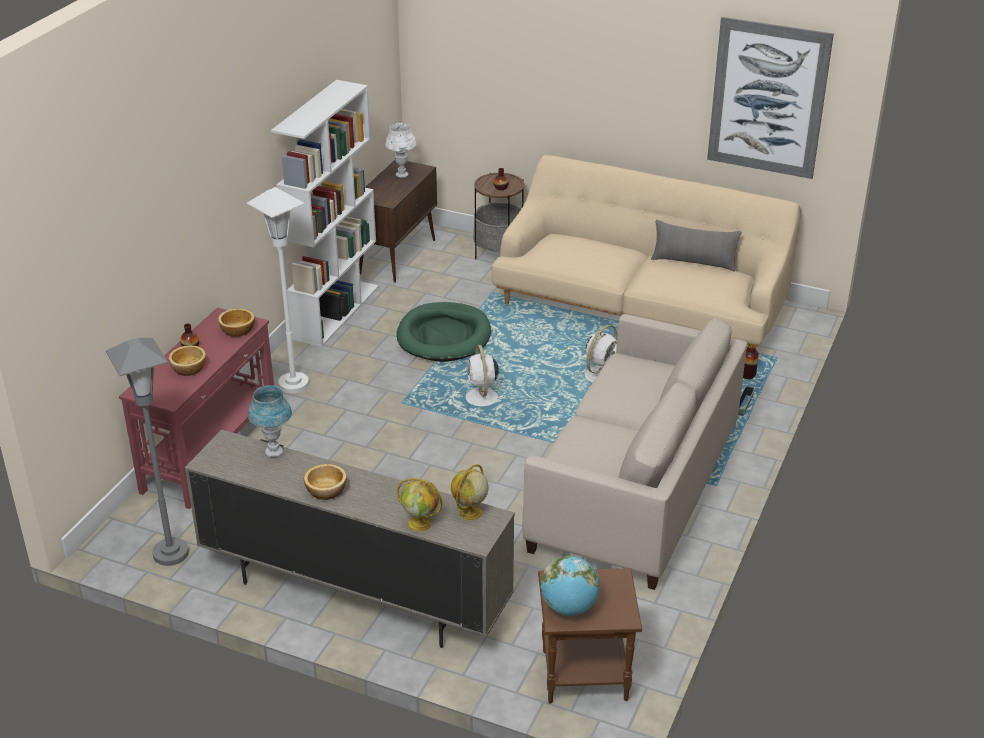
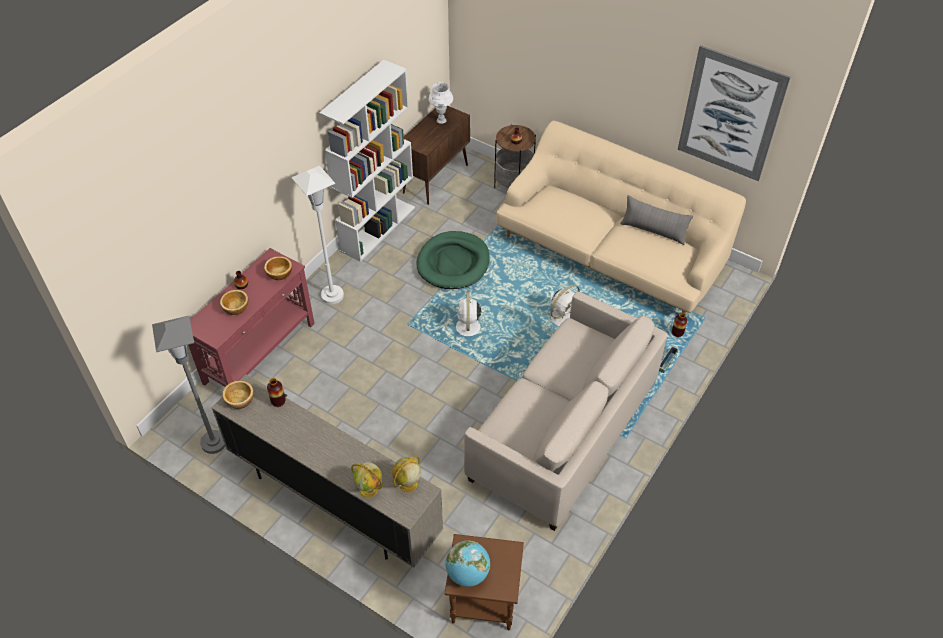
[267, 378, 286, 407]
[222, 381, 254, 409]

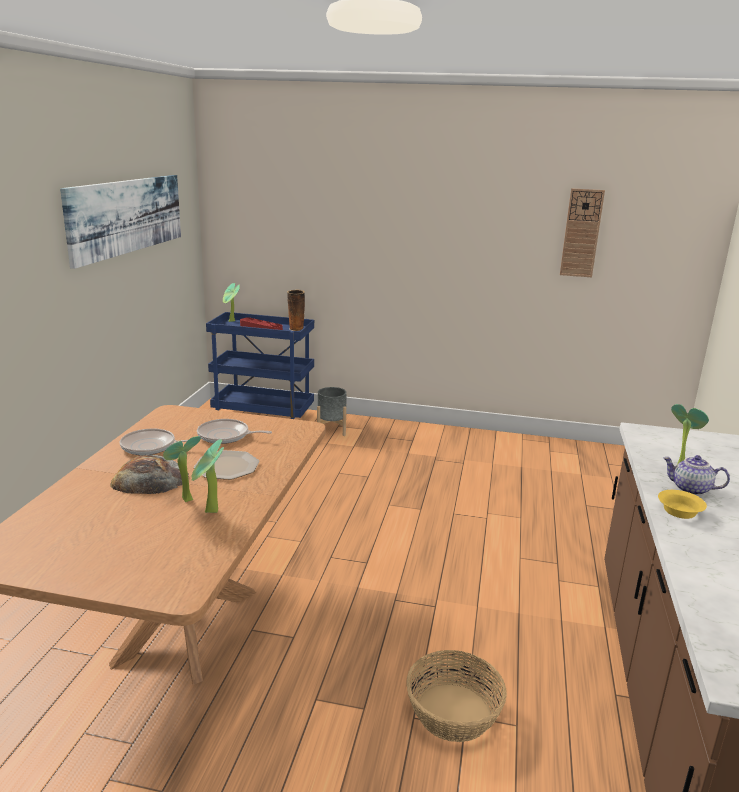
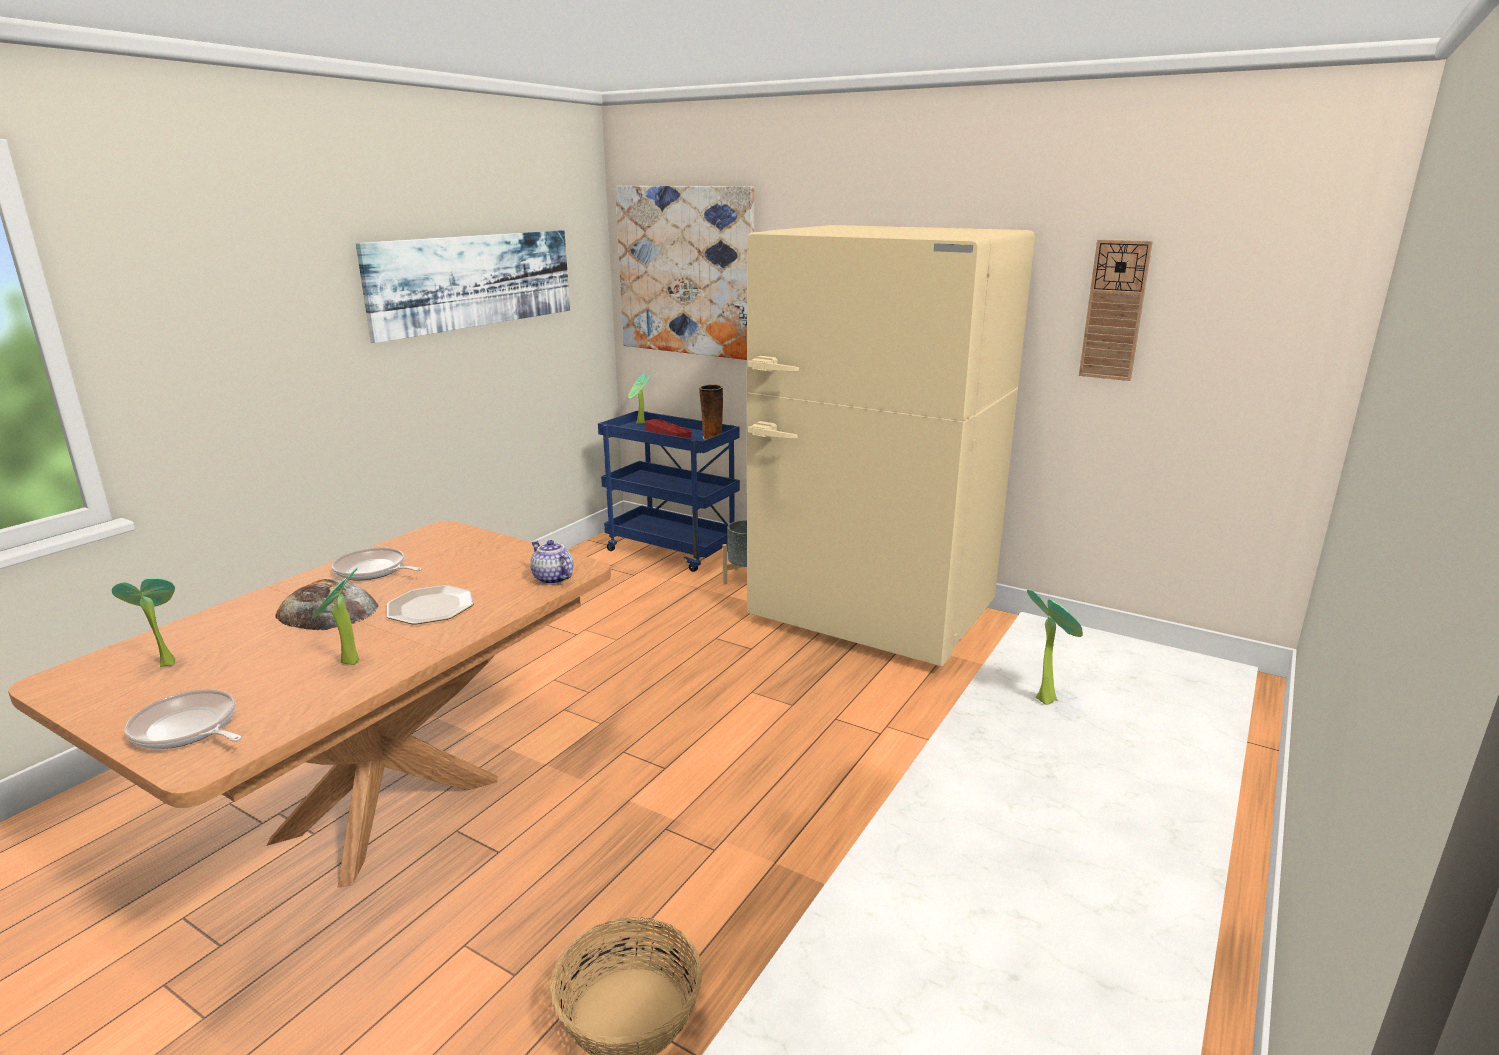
[112, 578, 175, 667]
[125, 689, 242, 749]
[658, 490, 707, 519] (first image)
[530, 540, 573, 585]
[615, 186, 754, 360]
[747, 225, 1035, 667]

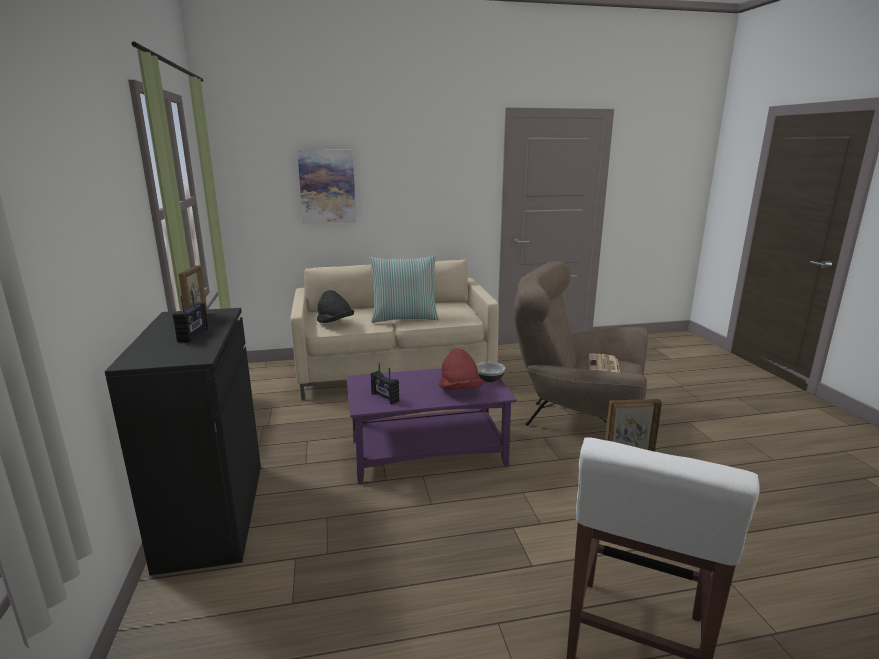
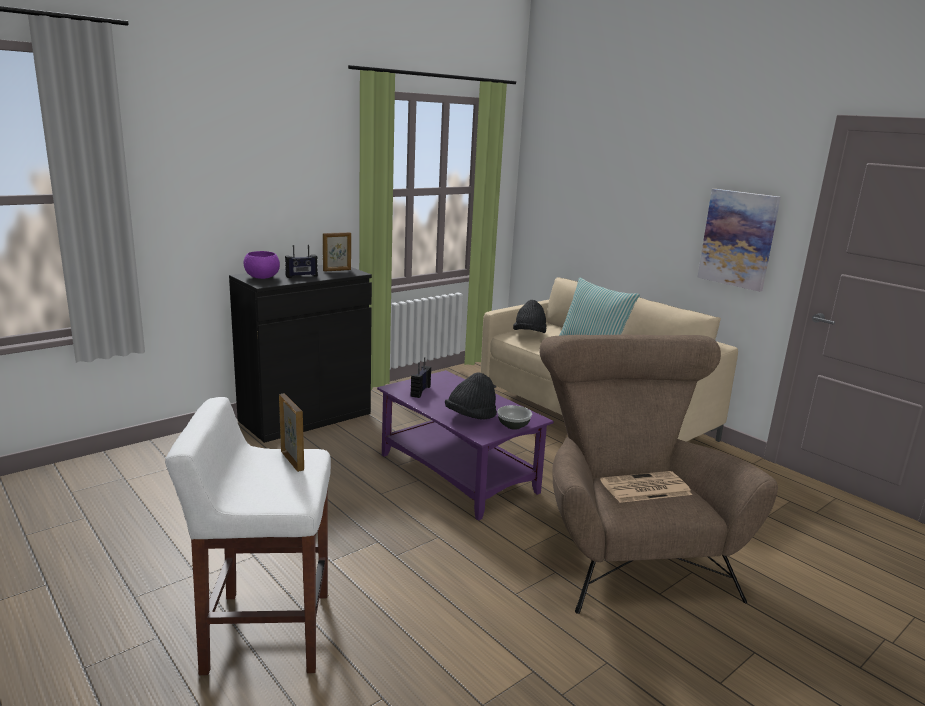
[697, 189, 781, 292]
[445, 372, 497, 419]
[243, 251, 280, 279]

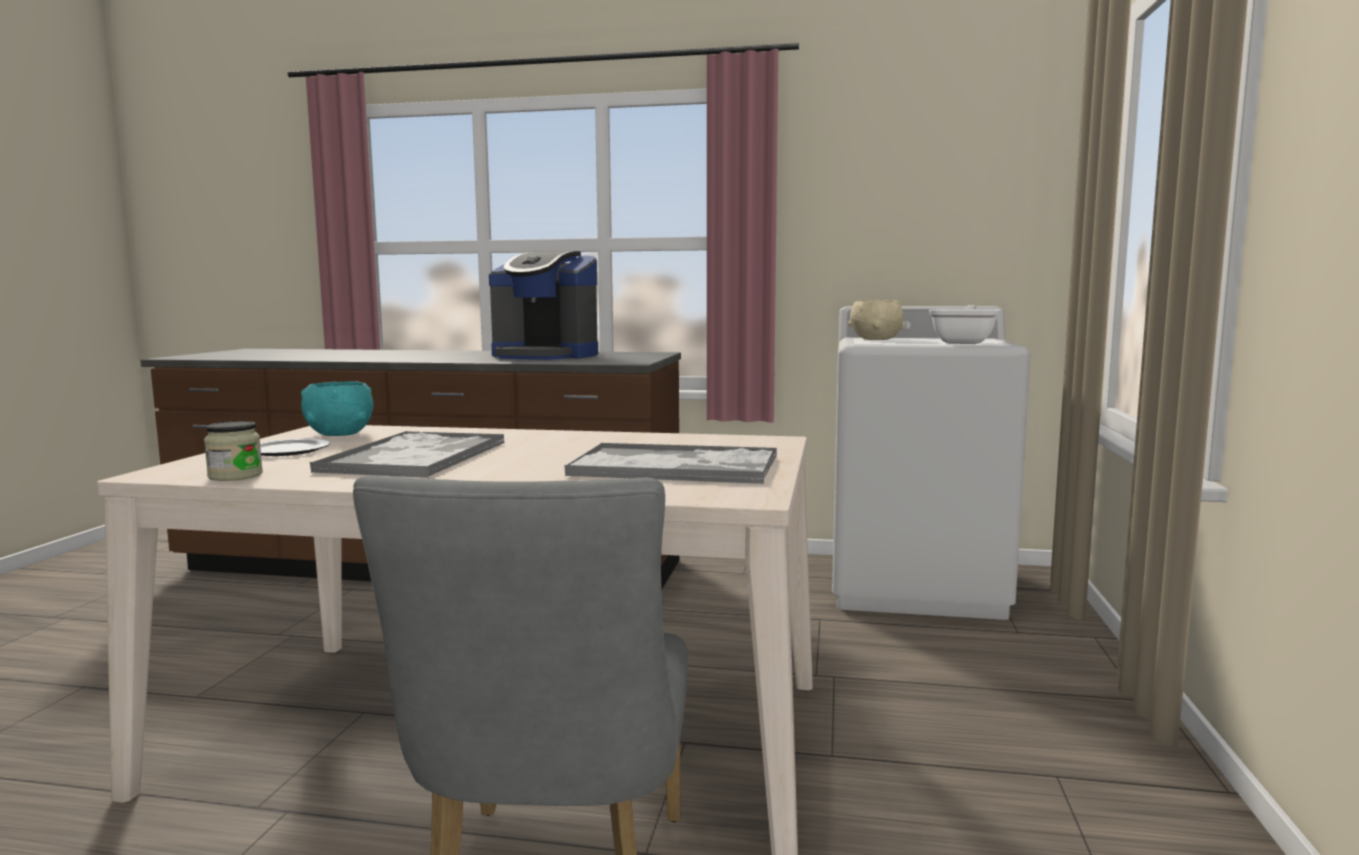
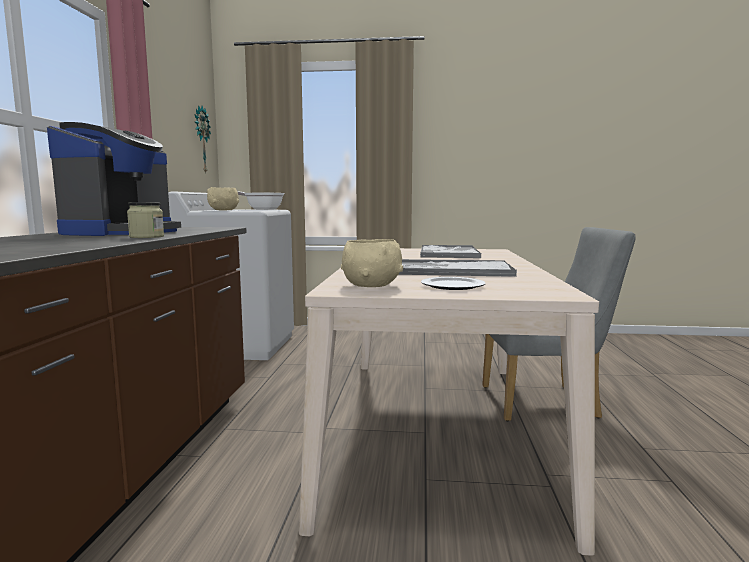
[127, 202, 164, 238]
[341, 239, 403, 287]
[195, 105, 211, 174]

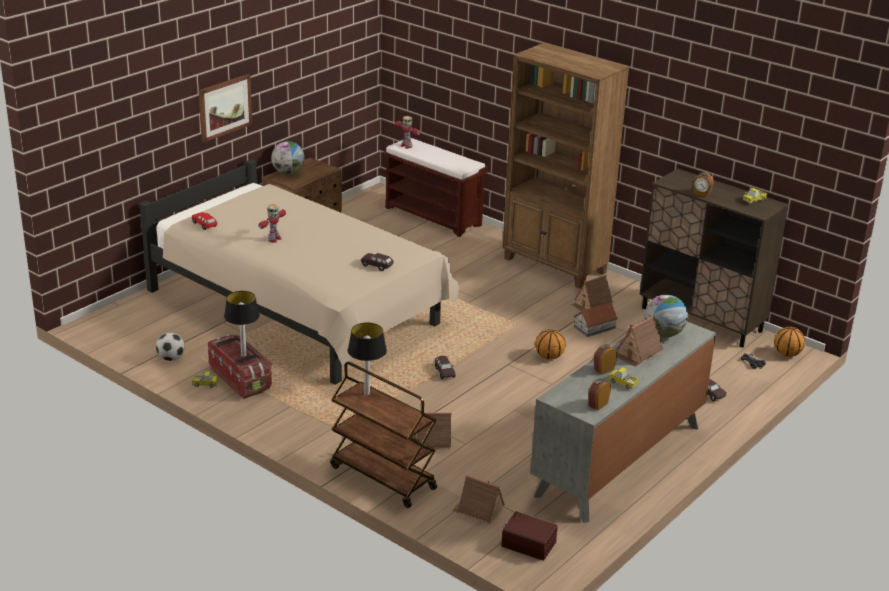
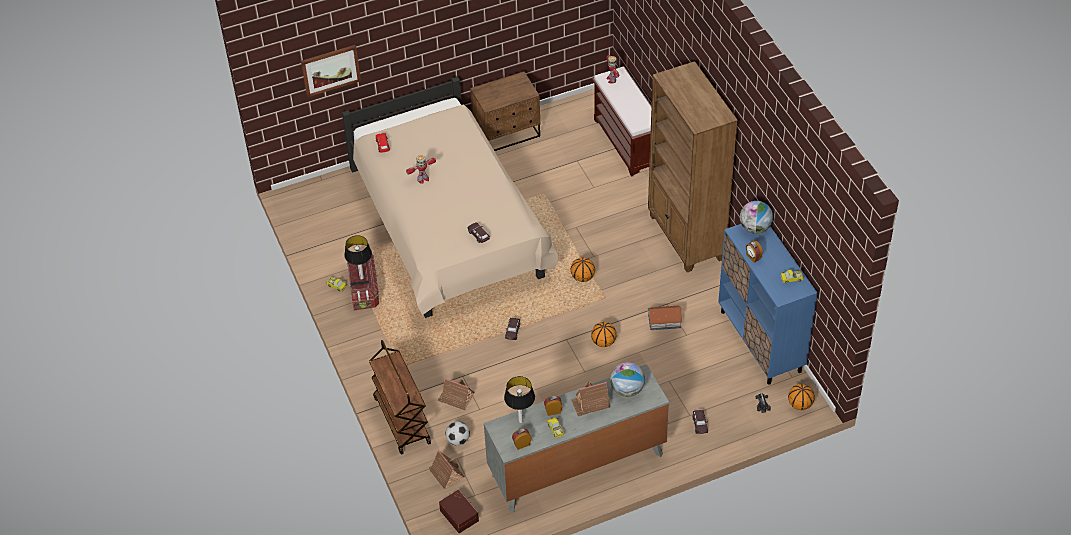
[446, 421, 470, 446]
[301, 45, 361, 97]
[740, 201, 773, 234]
[504, 376, 535, 423]
[571, 275, 613, 311] (first image)
[718, 224, 818, 384]
[571, 257, 595, 282]

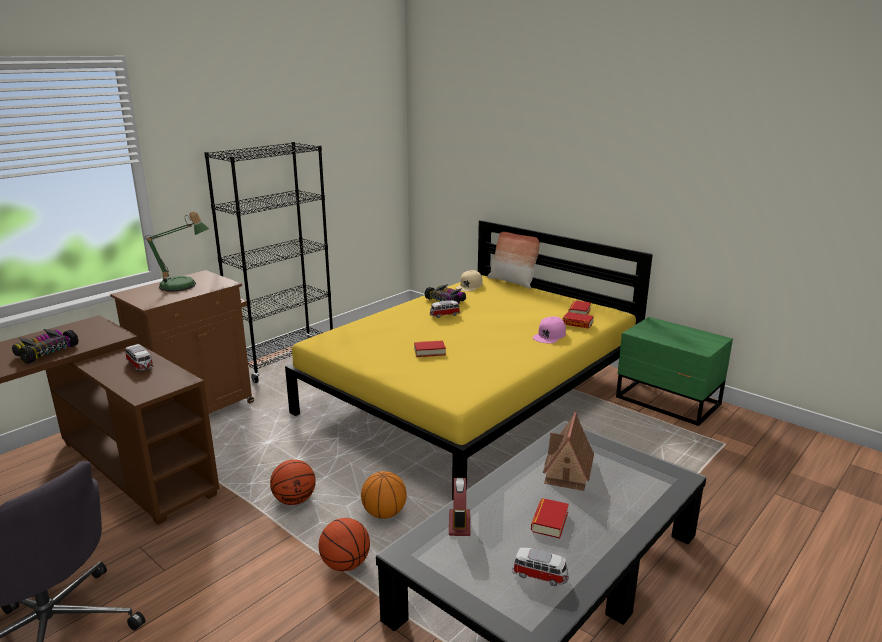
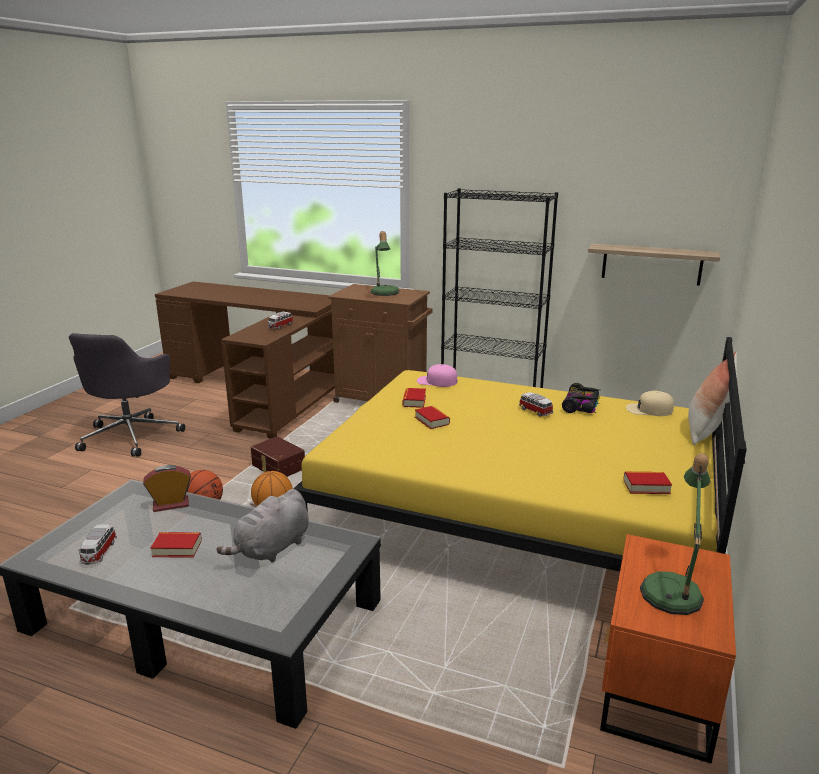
[12, 329, 78, 364] (first image)
[251, 437, 305, 477]
[417, 364, 458, 387]
[216, 489, 308, 562]
[403, 388, 426, 408]
[600, 534, 736, 764]
[588, 244, 720, 286]
[640, 454, 711, 615]

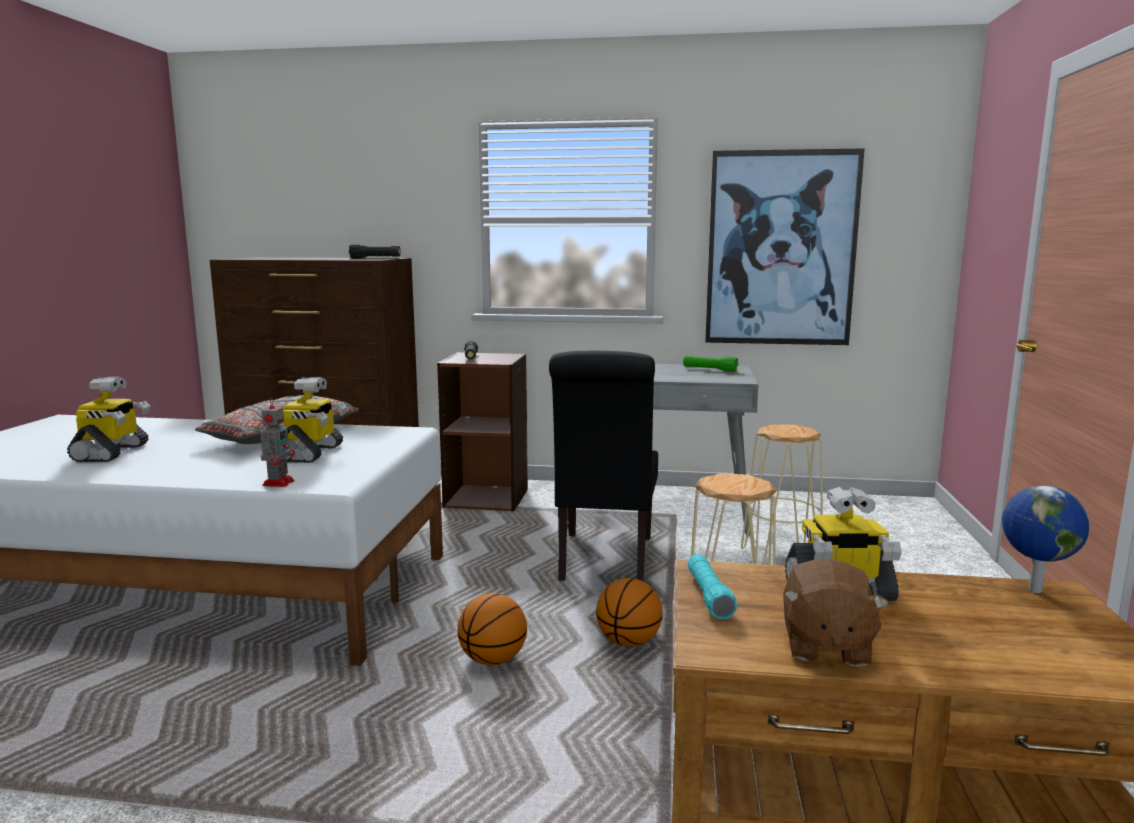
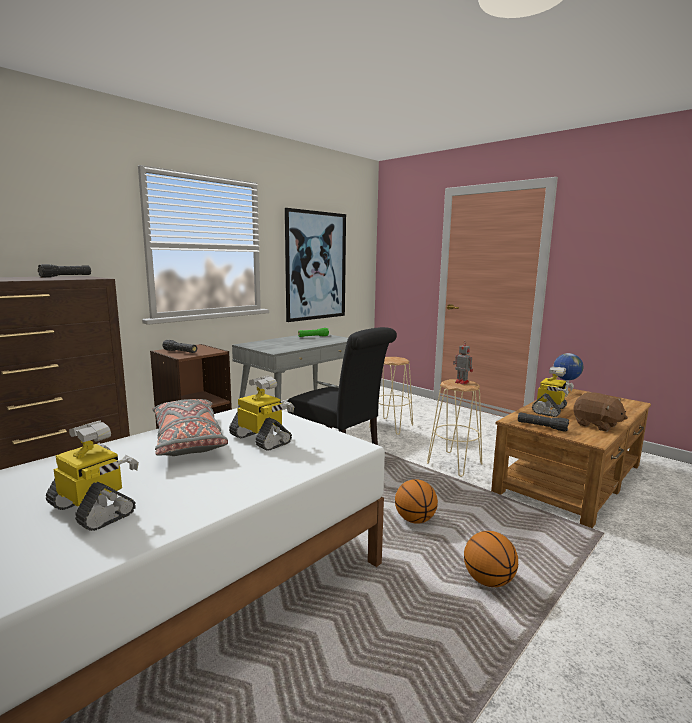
[453, 341, 473, 385]
[464, 531, 518, 587]
[518, 412, 569, 432]

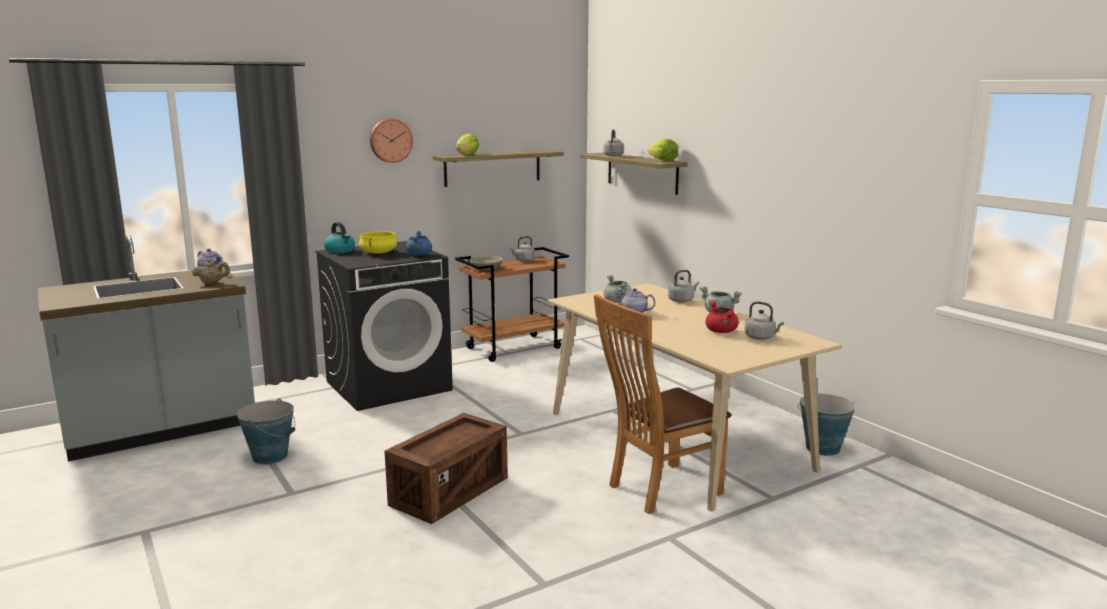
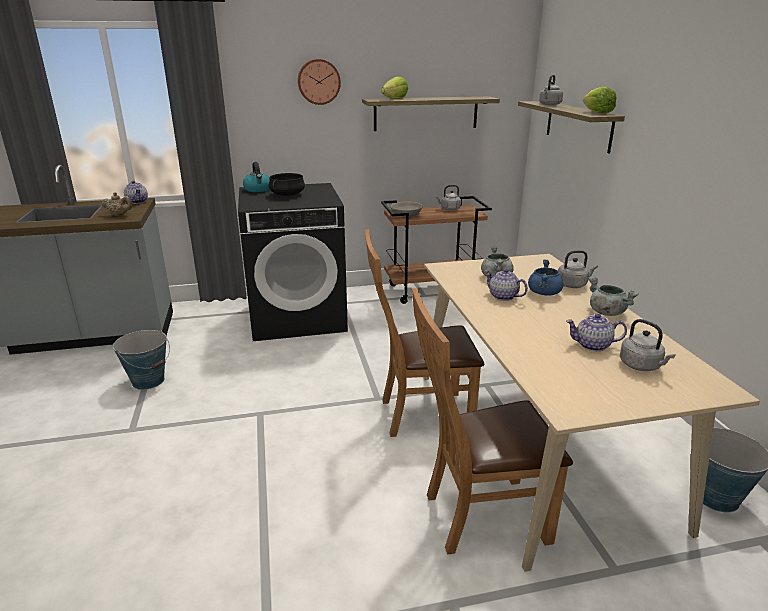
[269, 173, 305, 196]
[385, 413, 508, 524] (first image)
[528, 260, 564, 296]
[566, 313, 627, 351]
[365, 229, 484, 437]

